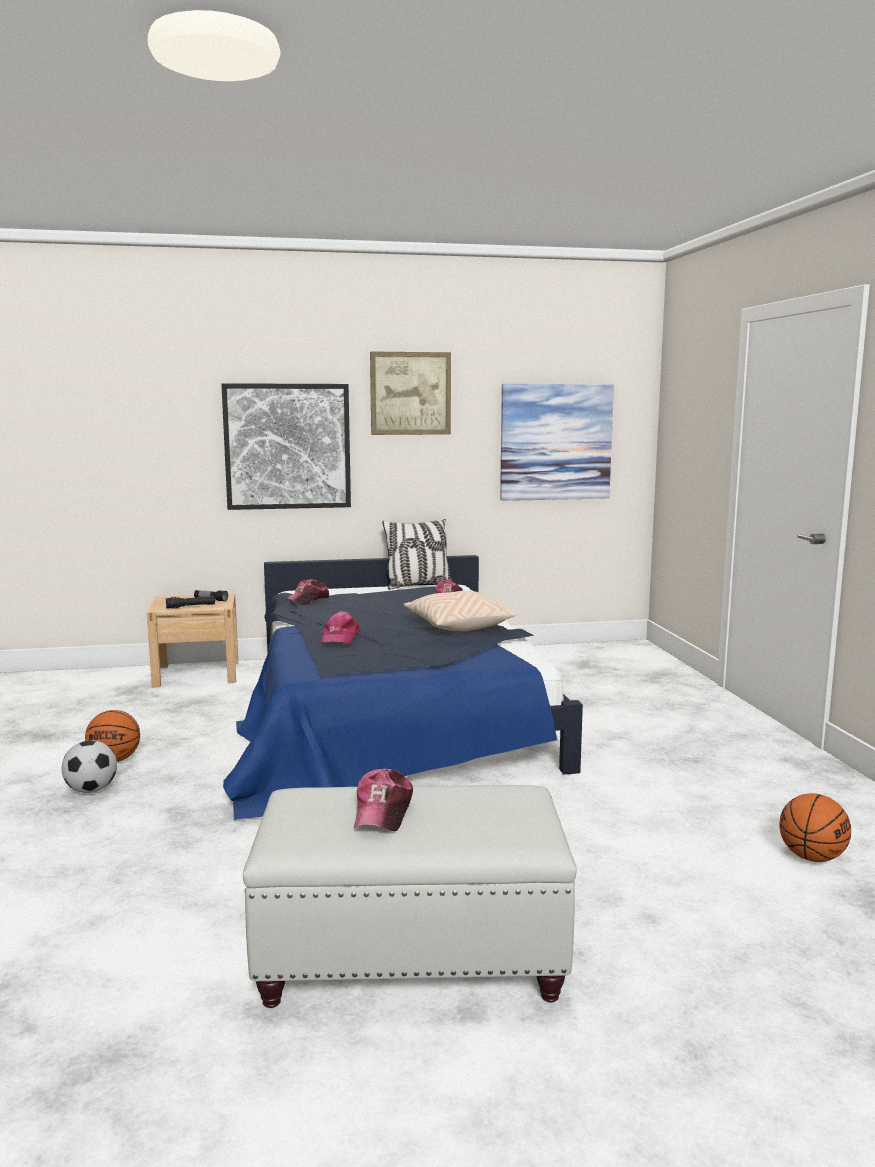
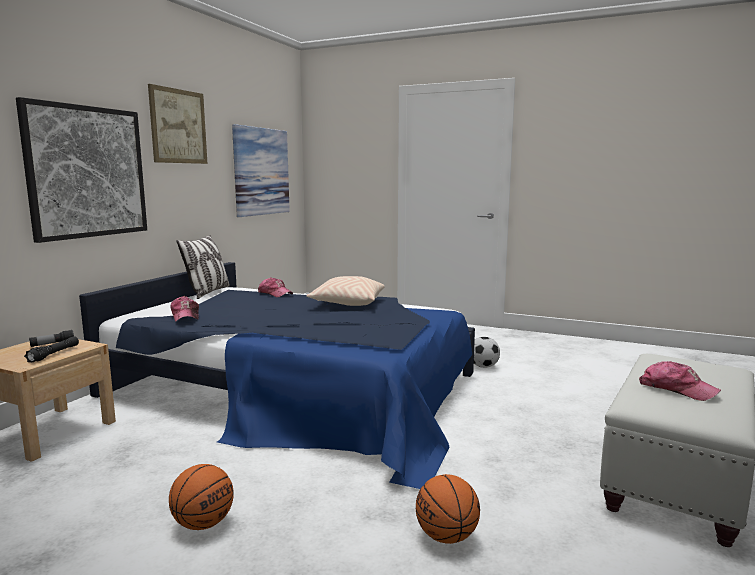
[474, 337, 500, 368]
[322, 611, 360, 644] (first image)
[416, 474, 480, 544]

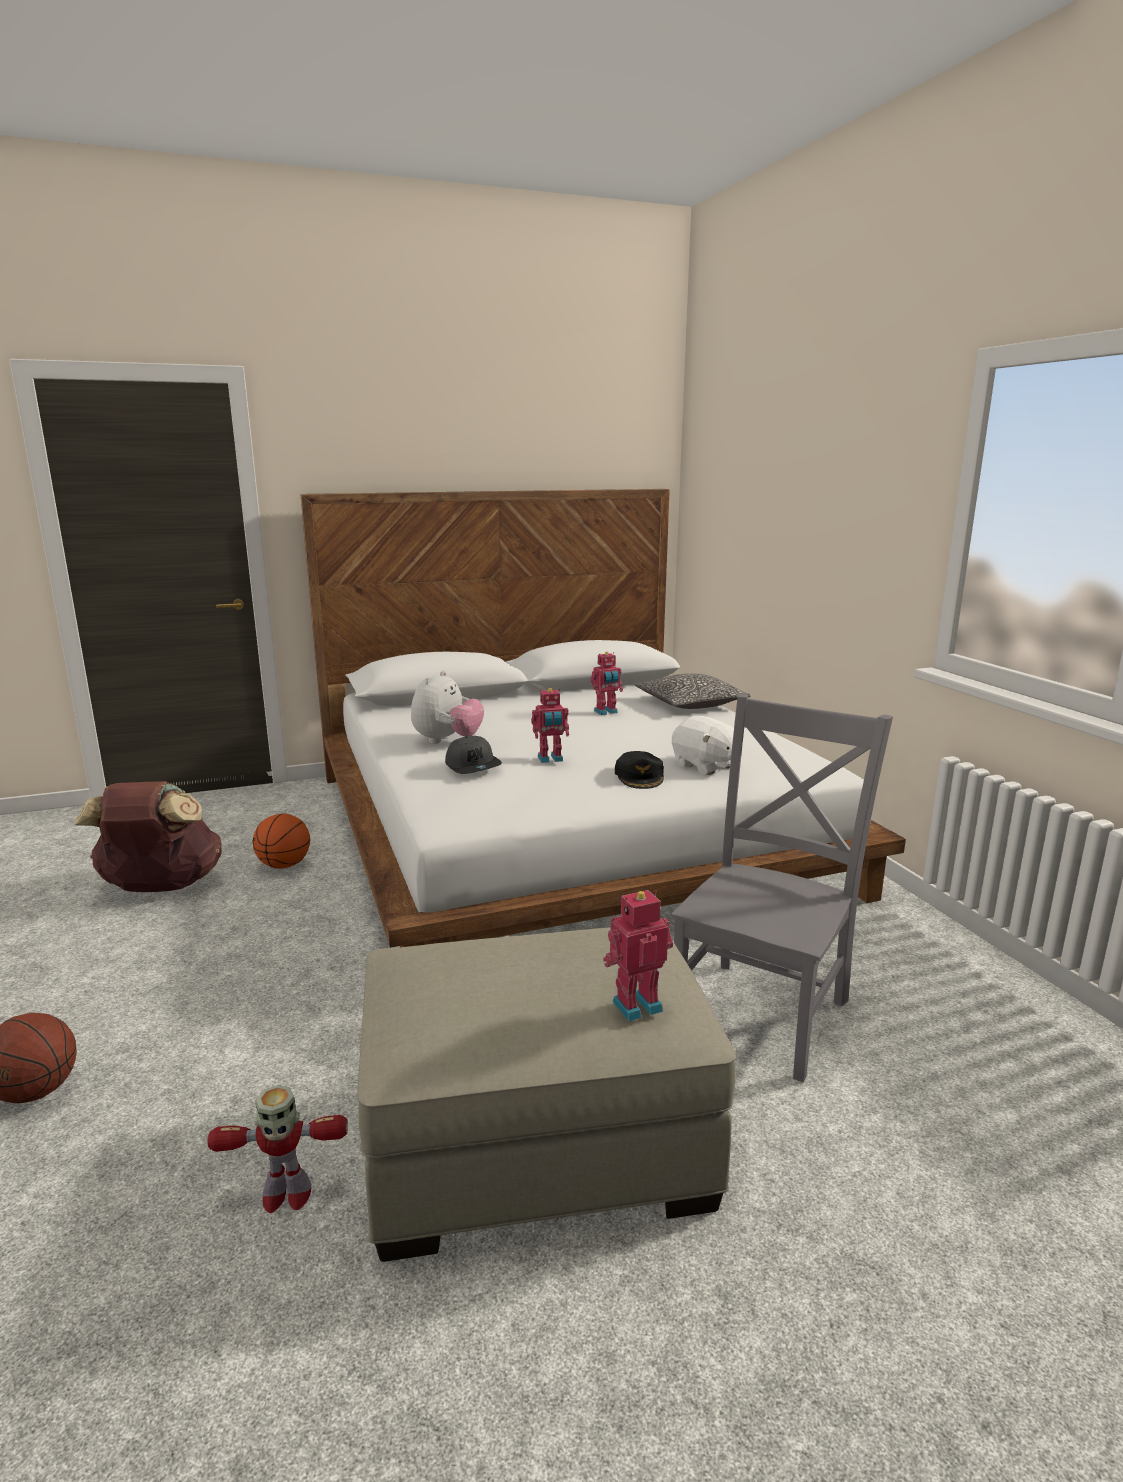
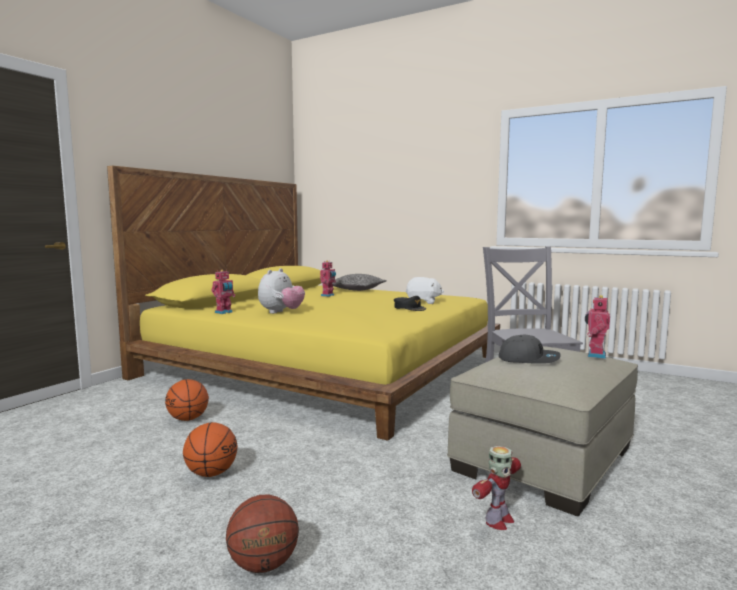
[74, 781, 222, 892] (first image)
[107, 166, 500, 441]
[258, 268, 305, 314]
[499, 335, 561, 364]
[211, 270, 235, 314]
[183, 422, 238, 477]

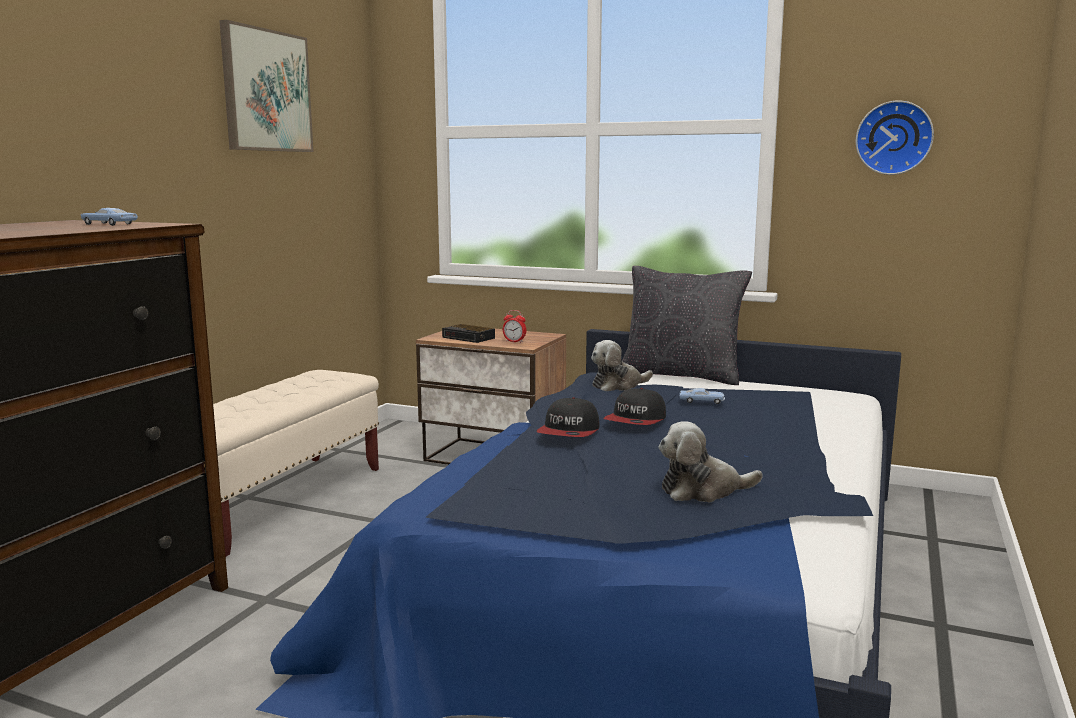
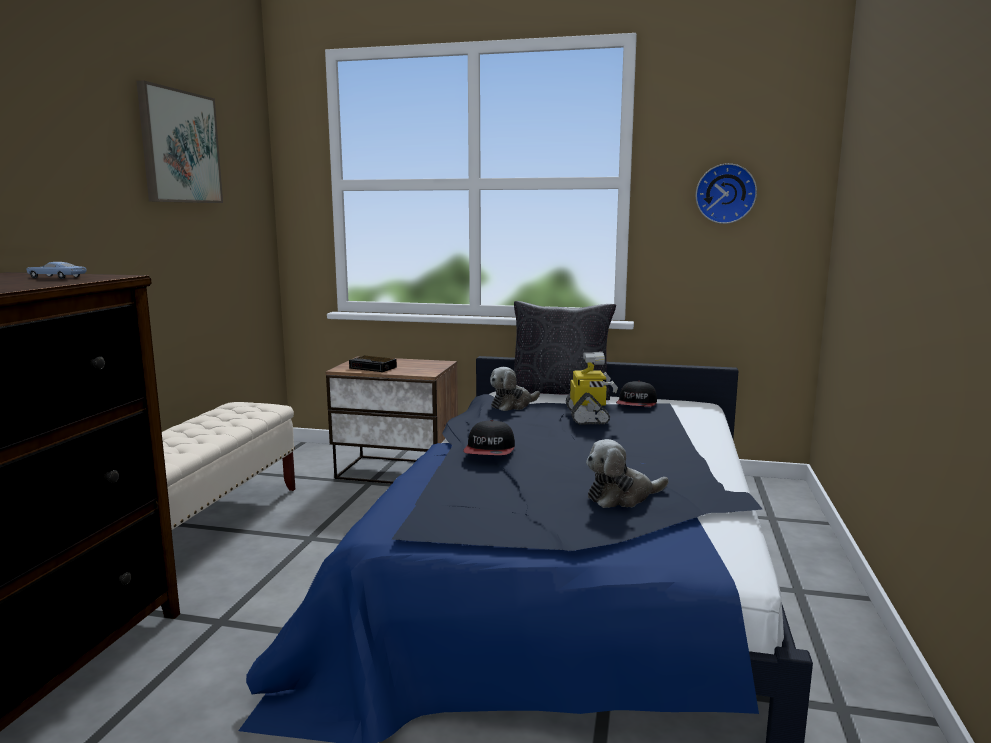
[503, 310, 526, 343] (first image)
[616, 381, 657, 407]
[566, 352, 618, 424]

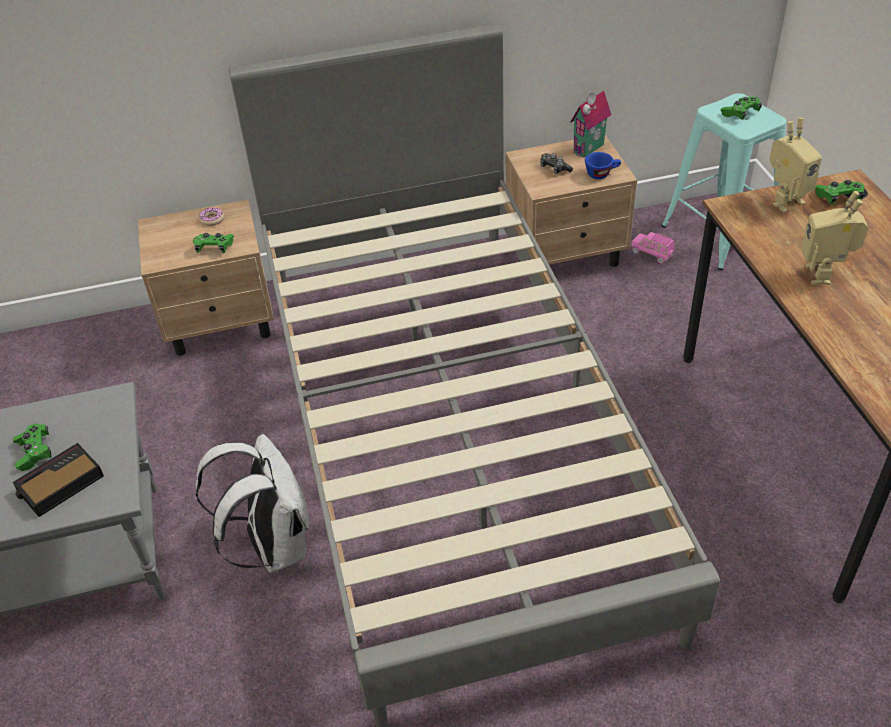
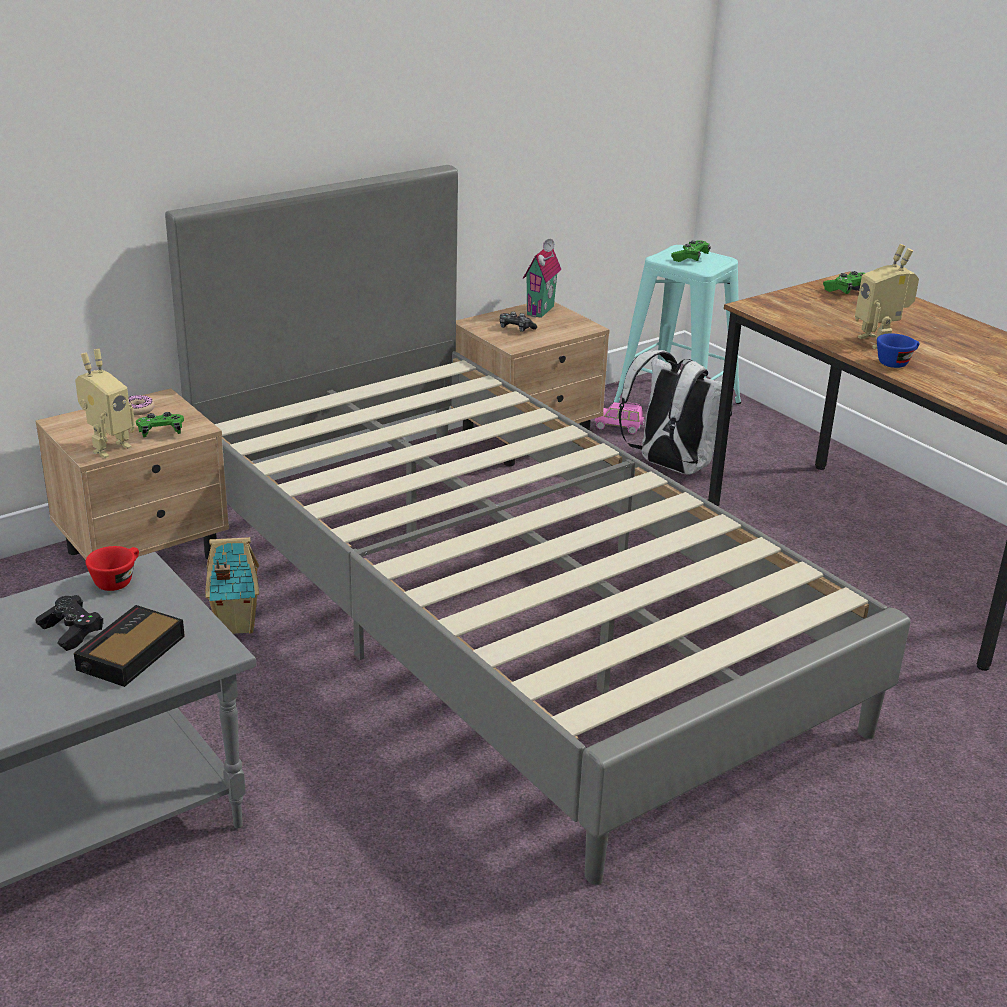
[35, 595, 103, 651]
[618, 350, 733, 474]
[877, 333, 919, 368]
[75, 349, 135, 458]
[86, 546, 139, 591]
[206, 537, 259, 634]

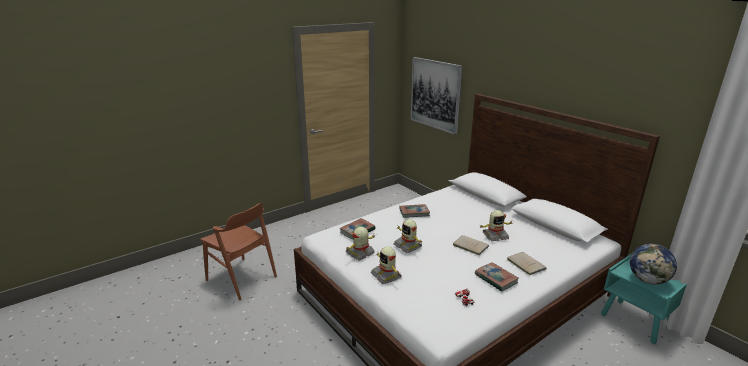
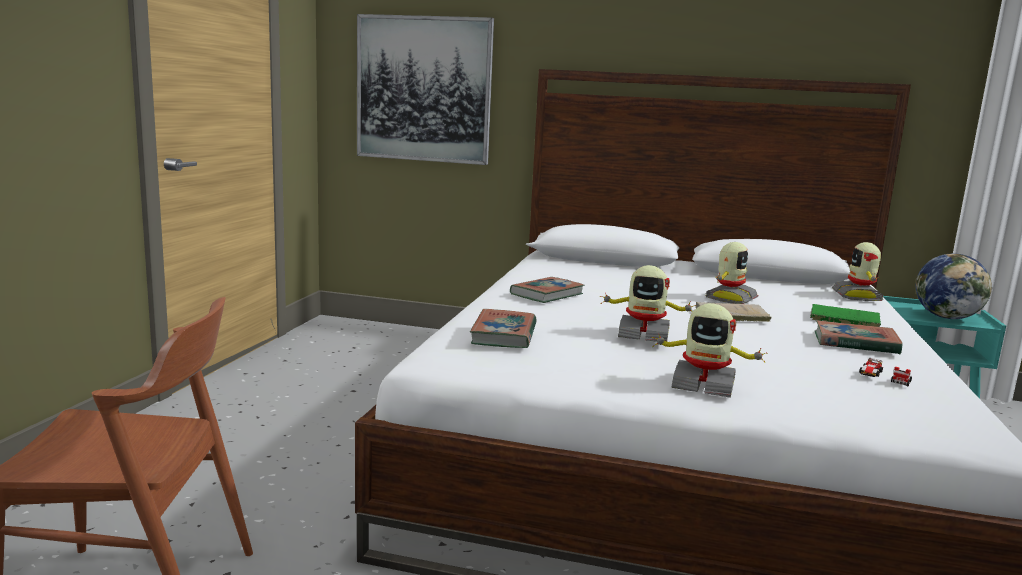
[832, 242, 884, 301]
[810, 304, 881, 327]

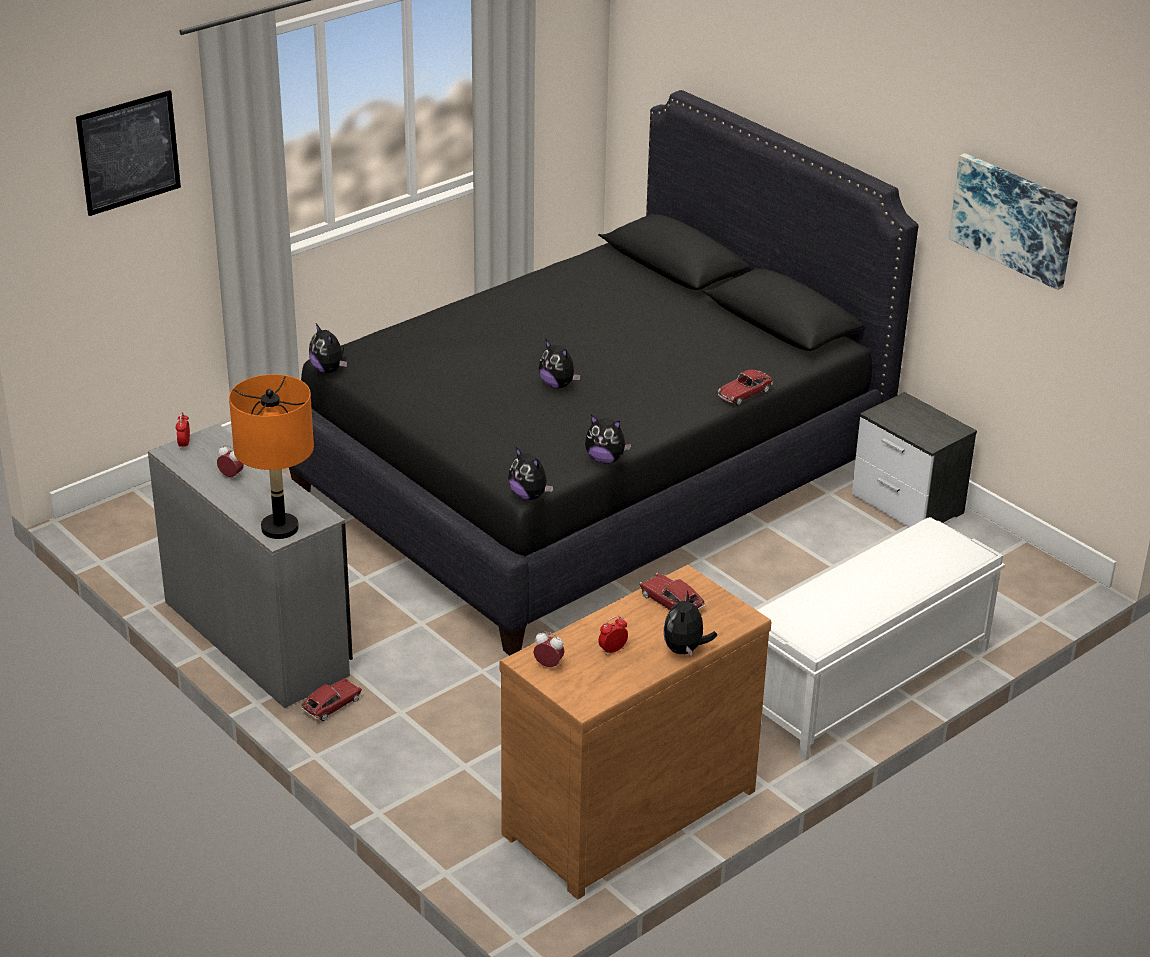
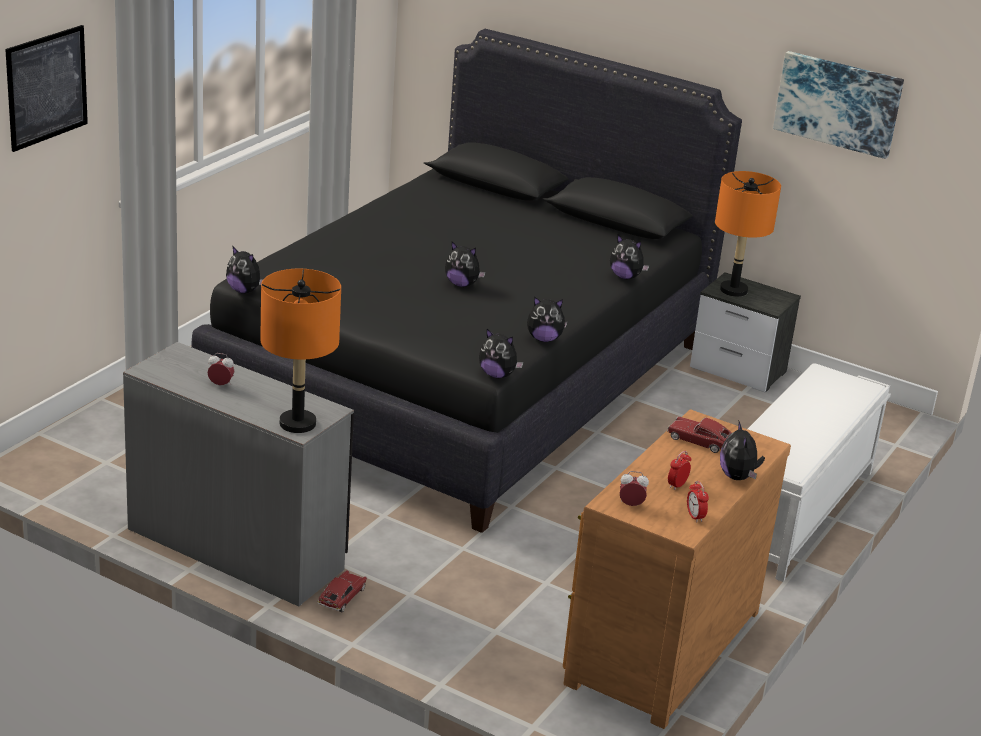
[687, 481, 709, 523]
[610, 235, 649, 279]
[715, 171, 781, 297]

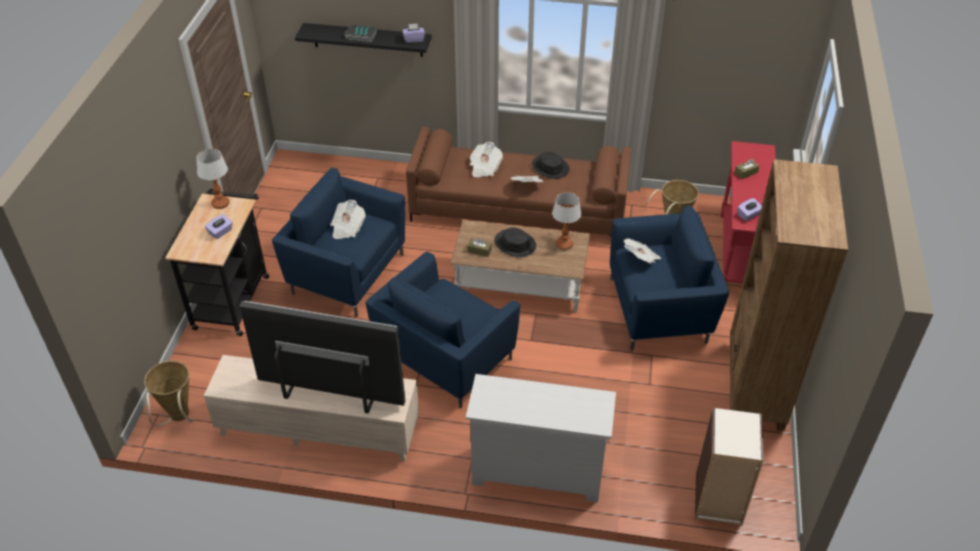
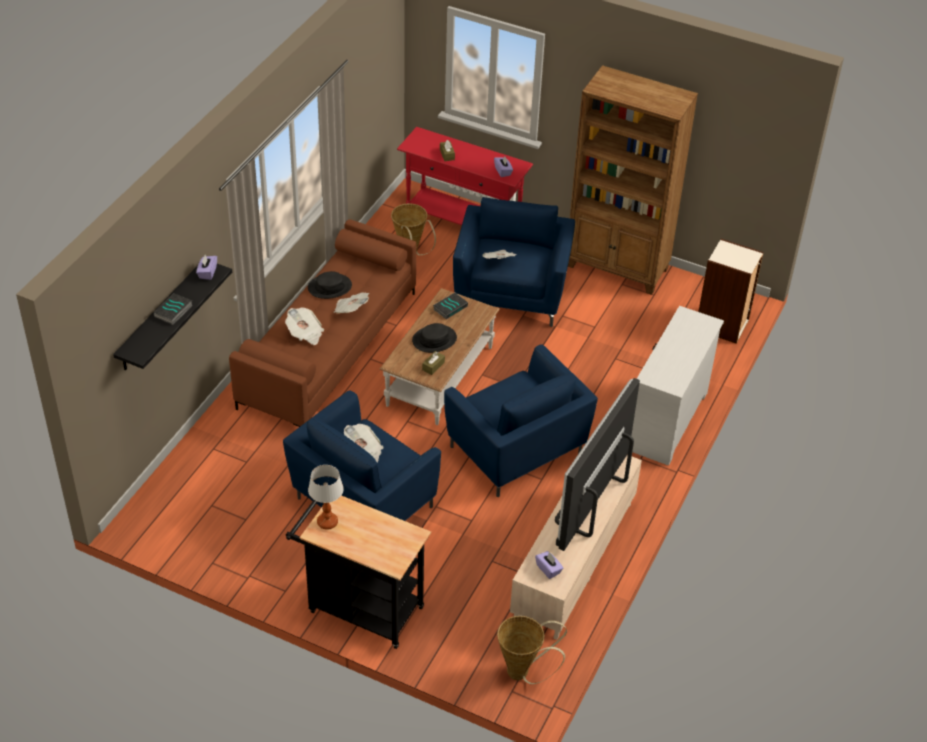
[535, 551, 563, 579]
[433, 292, 468, 319]

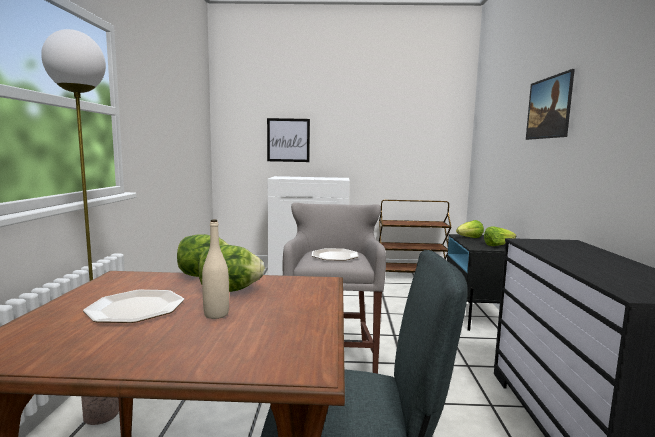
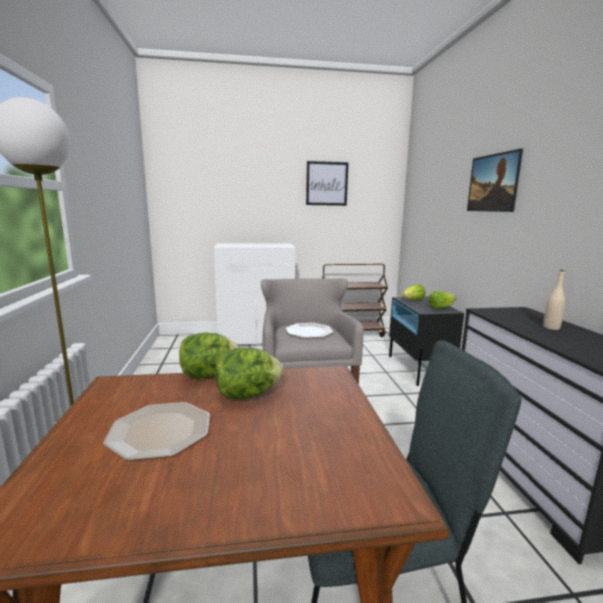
[543, 270, 566, 330]
[306, 161, 349, 206]

